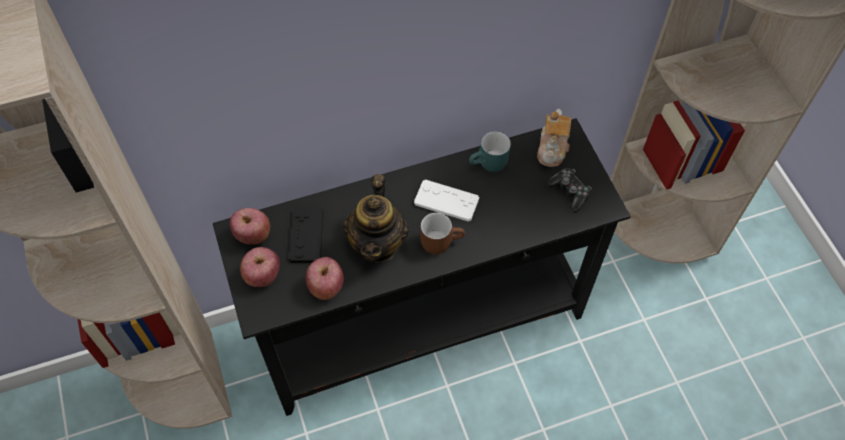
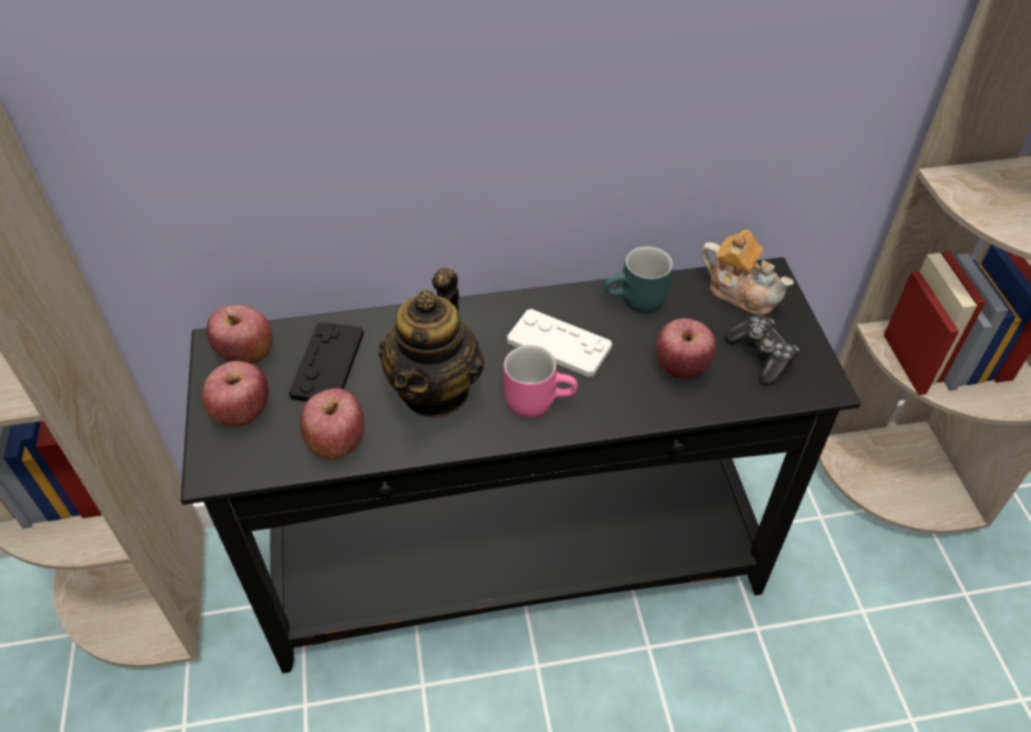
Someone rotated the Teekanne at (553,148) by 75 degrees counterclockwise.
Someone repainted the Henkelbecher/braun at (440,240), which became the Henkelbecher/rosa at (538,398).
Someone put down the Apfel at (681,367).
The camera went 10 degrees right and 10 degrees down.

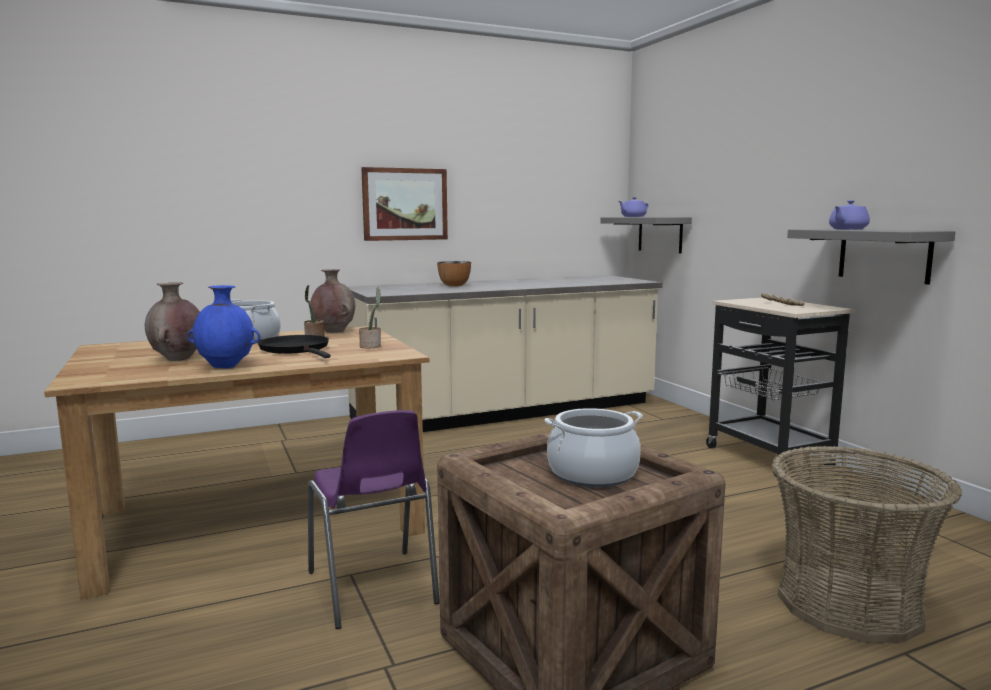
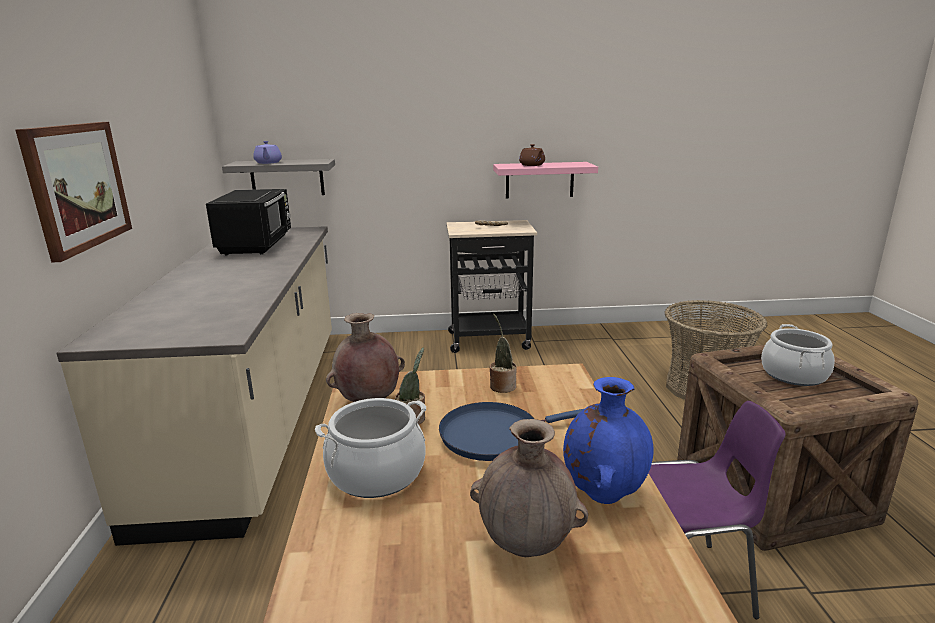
Someone repainted the Teekanne/lila at (847,229), which became the Teekanne/braun at (532,165).
Someone repainted the Wandregal/grau at (884,255), which became the Wandregal/rosa at (539,180).
Someone took away the Schüssel at (454,285).
Someone repainted the Pfanne/schwarz at (296,349), which became the Pfanne/blau at (496,435).
Someone put down the Mikrowelle/schwarz at (257,245).
The camera went 70 degrees left and 10 degrees up.

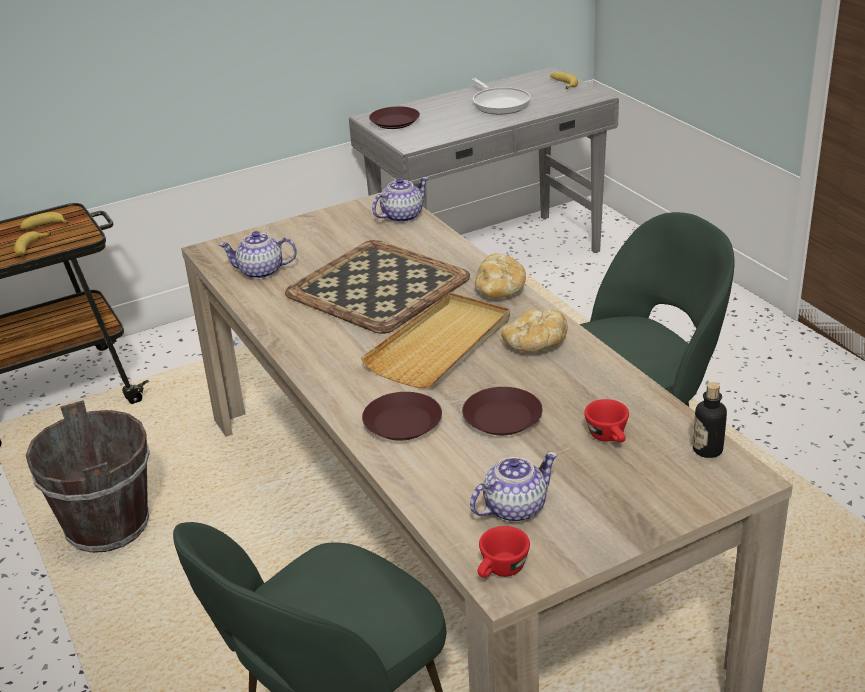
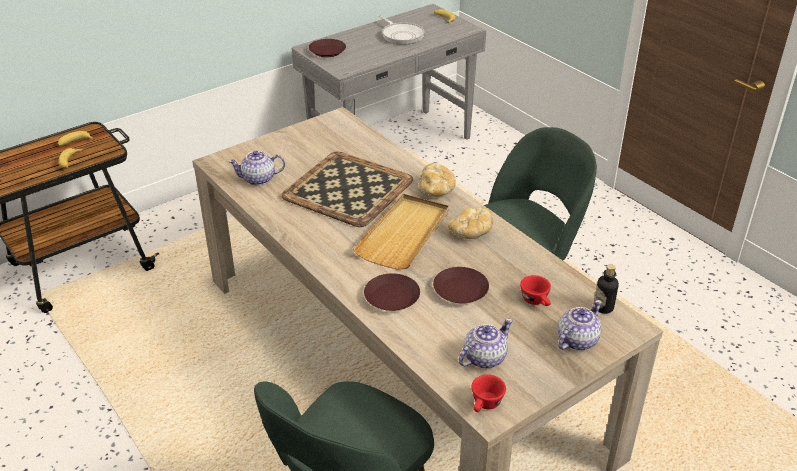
Someone carried the Teekanne from (401,216) to (576,340).
Someone took away the Eimer/braun at (109,527).
The camera went 10 degrees left and 5 degrees up.

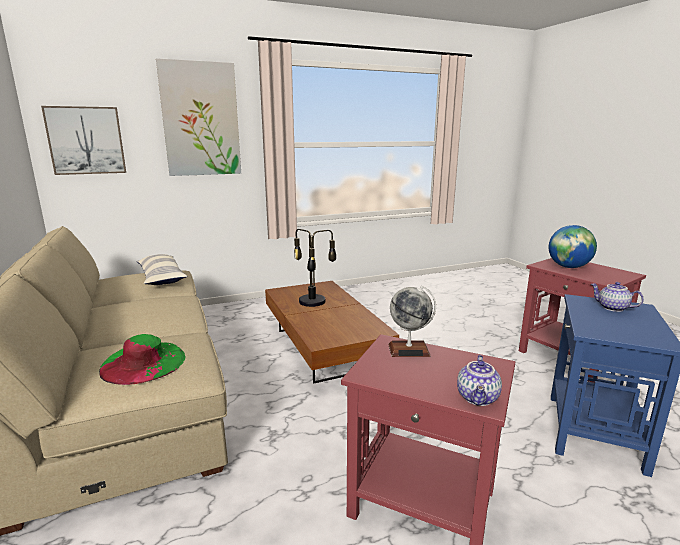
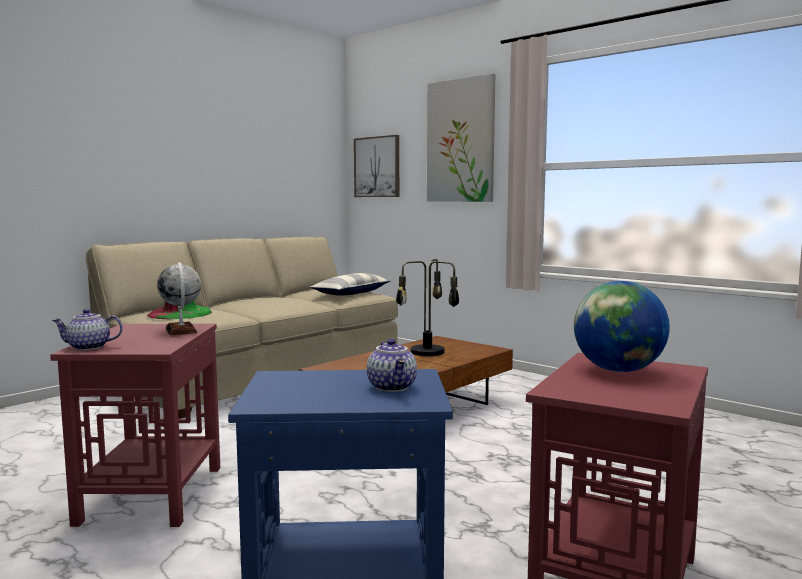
Someone rotated the Teekanne at (612,308) by 150 degrees clockwise.
The camera went 65 degrees right and 10 degrees down.

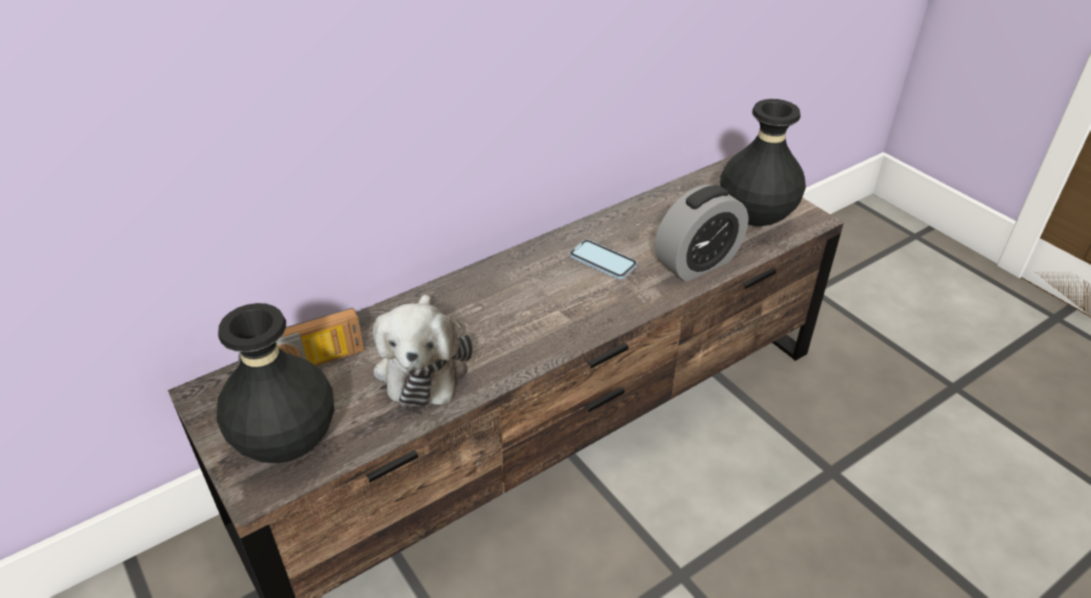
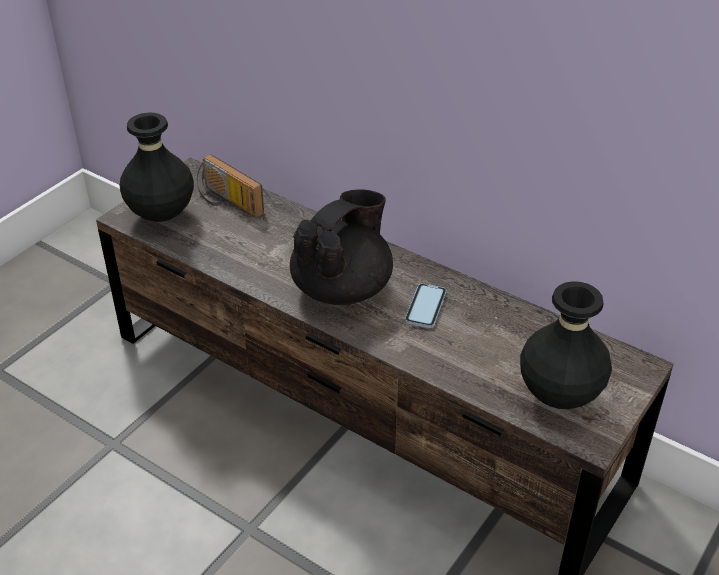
Someone took away the Wecker at (697,263).
Someone took away the Plüschtier at (422,366).
Someone put down the Teekanne/schwarz at (343,288).
The camera went 70 degrees right and 0 degrees up.

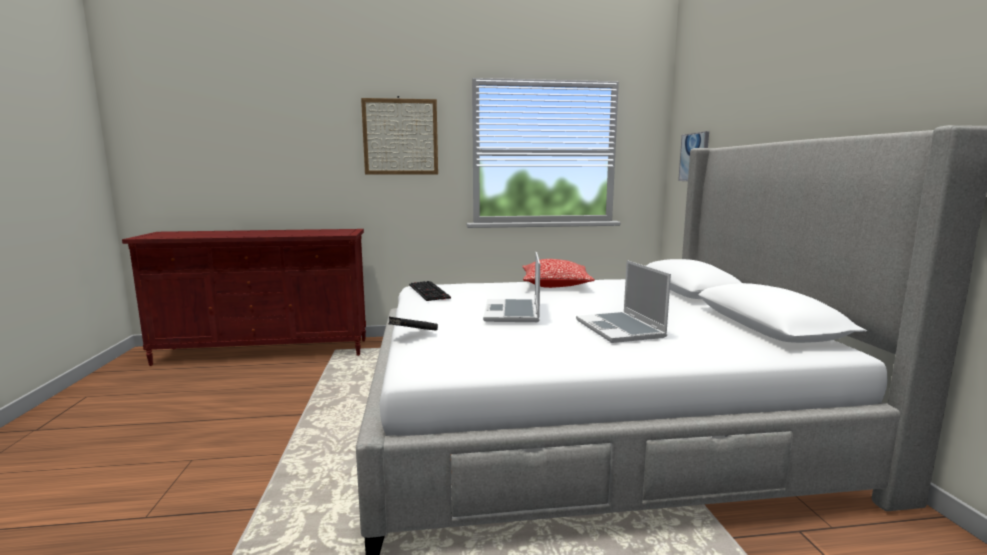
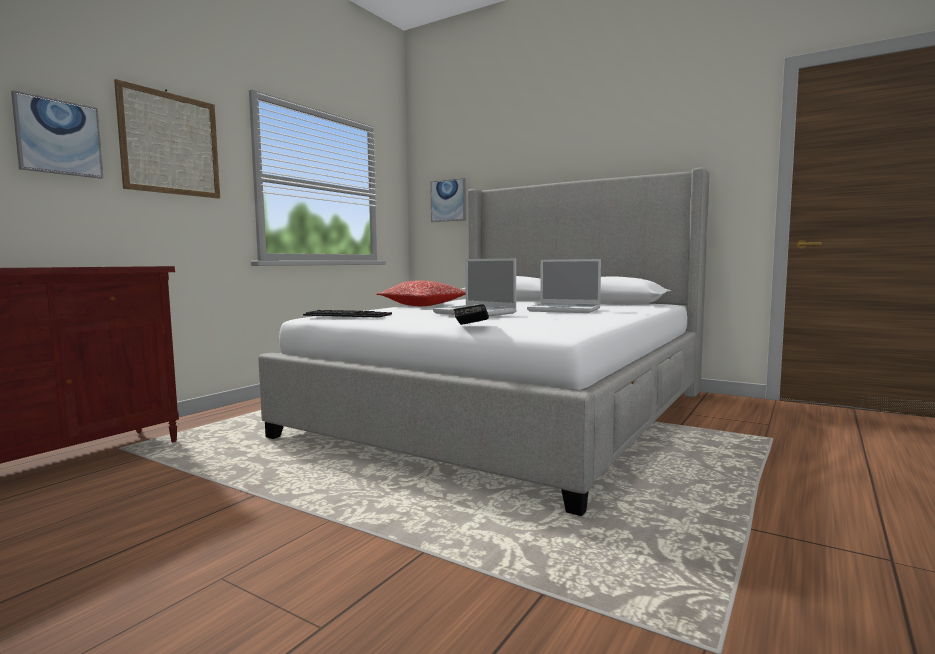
Someone put up the Bild at (58,137).
The camera went 50 degrees left and 5 degrees down.

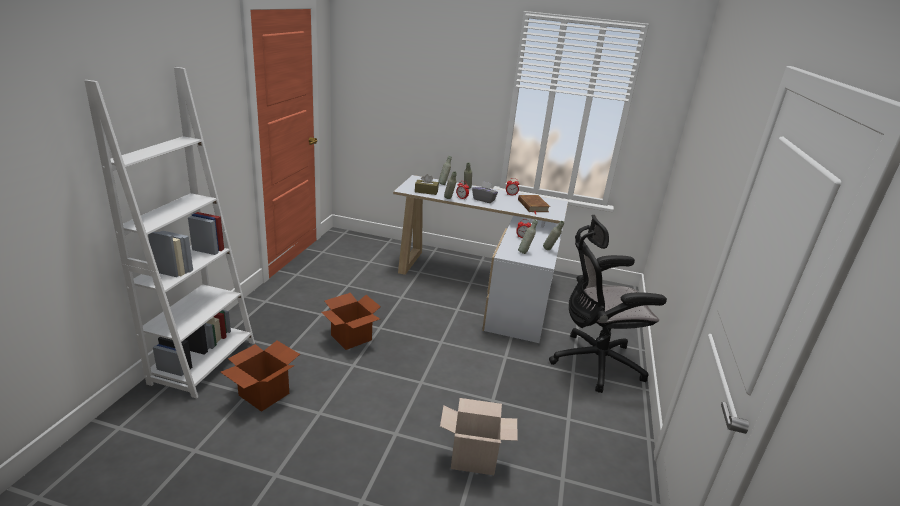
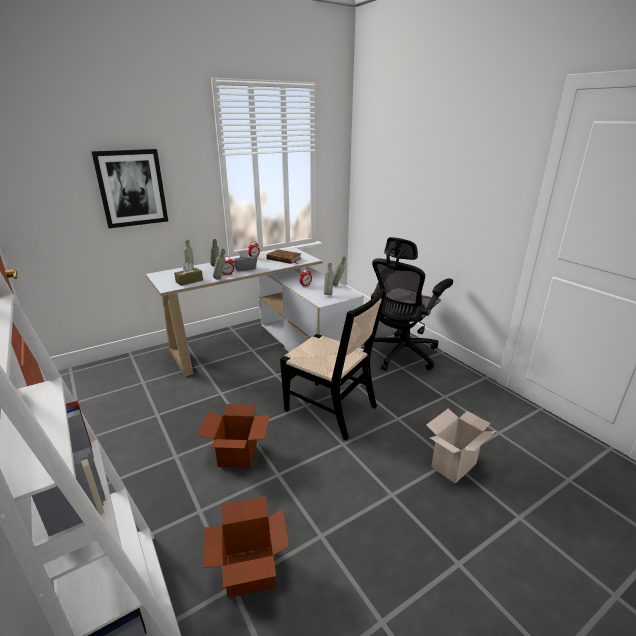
Someone put up the Bild at (132,188).
Someone put down the Stuhl at (330,409).
The camera went 45 degrees left and 0 degrees up.

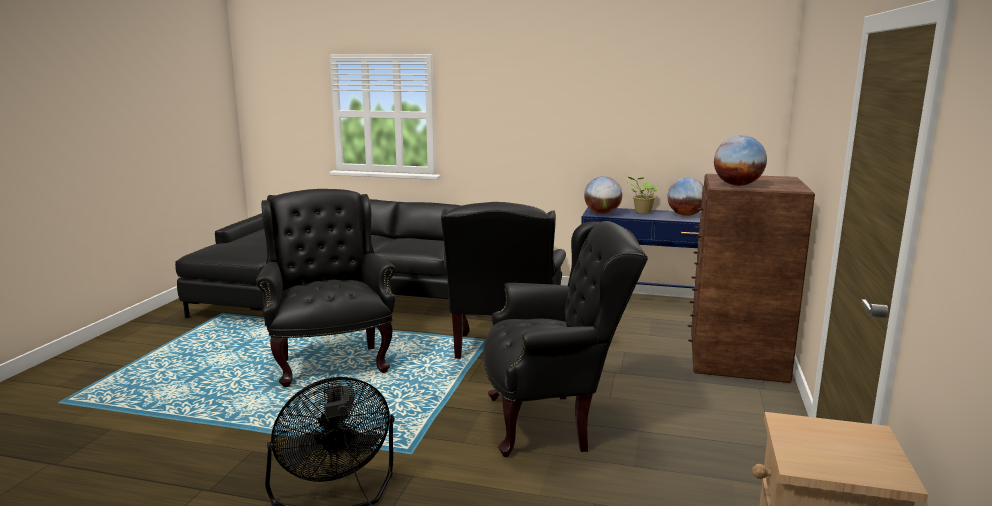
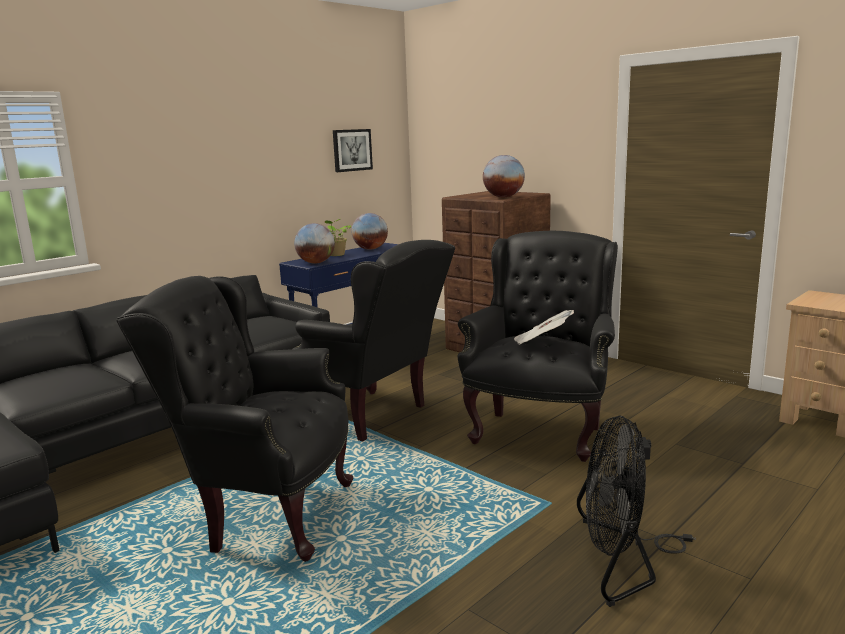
Someone put up the Bild at (352,150).
Someone put down the Zeitung at (541,342).
The camera went 60 degrees left and 0 degrees up.

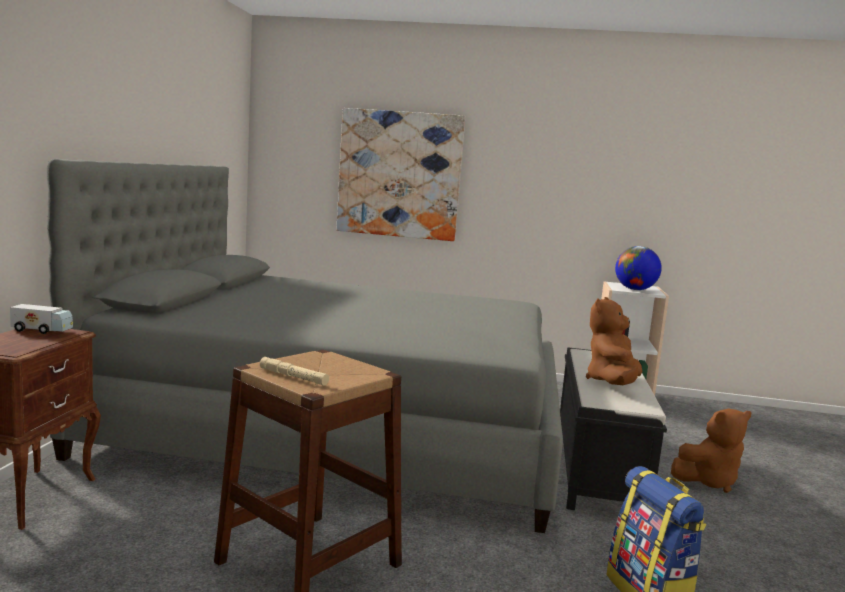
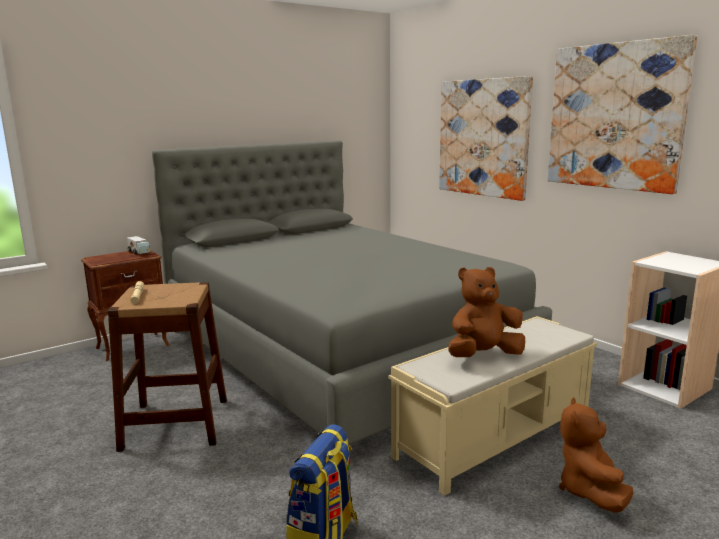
Someone took away the Globus at (635,289).
Someone repainted the Bank/schwarz at (597,464), which became the Bank/beige at (495,435).
Someone rotated the Plüschtier/braun at (708,481) by 75 degrees clockwise.
Someone put up the Bild at (615,117).
The camera went 45 degrees right and 5 degrees up.

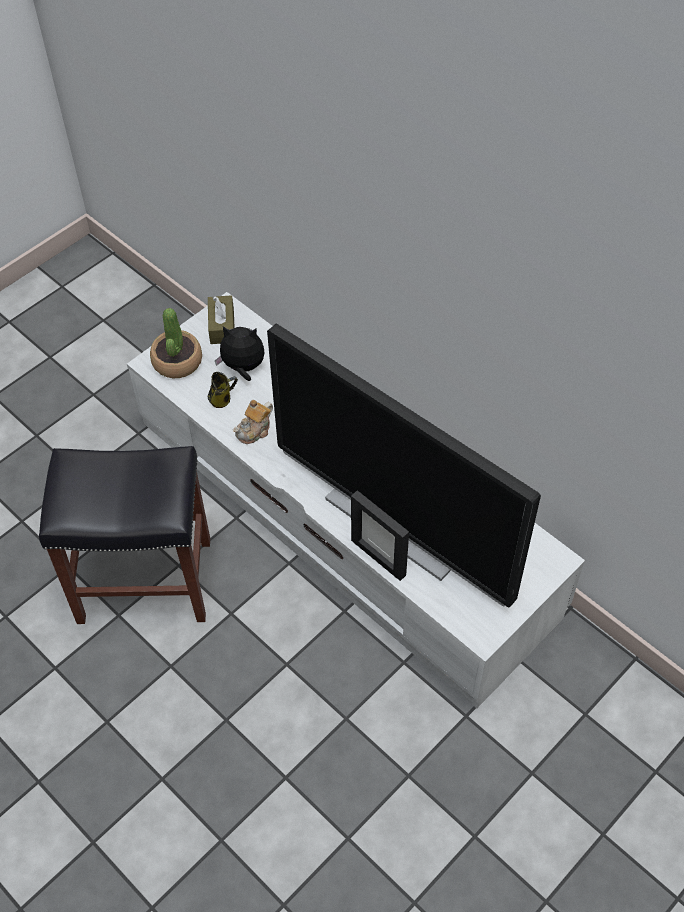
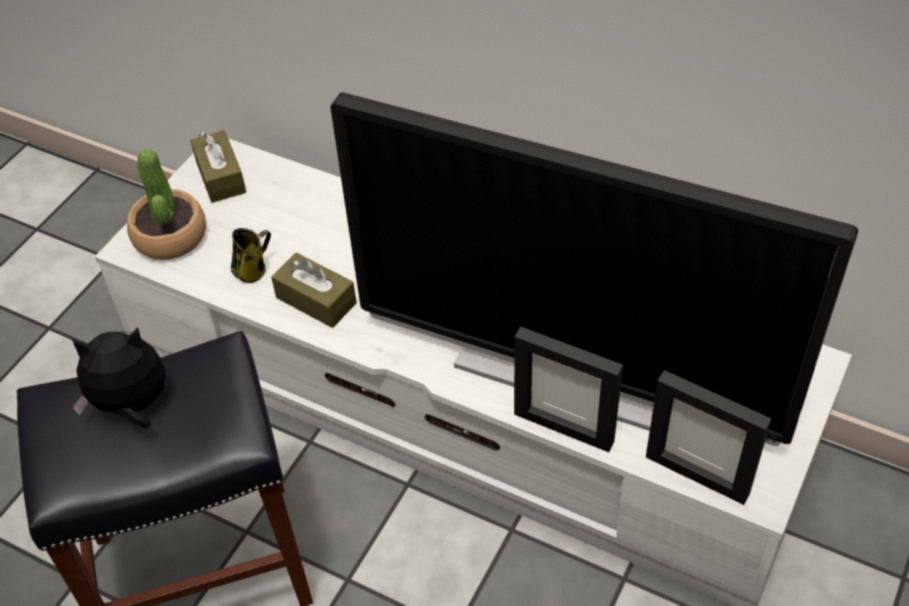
Someone carried the Plüschtier from (243,368) to (132,405).
Someone swapped the Teekanne at (255,431) for the Taschentuchbox/braun at (316,300).
Someone put down the Bilderrahmen at (697,473).
The camera went 15 degrees left and 5 degrees down.

